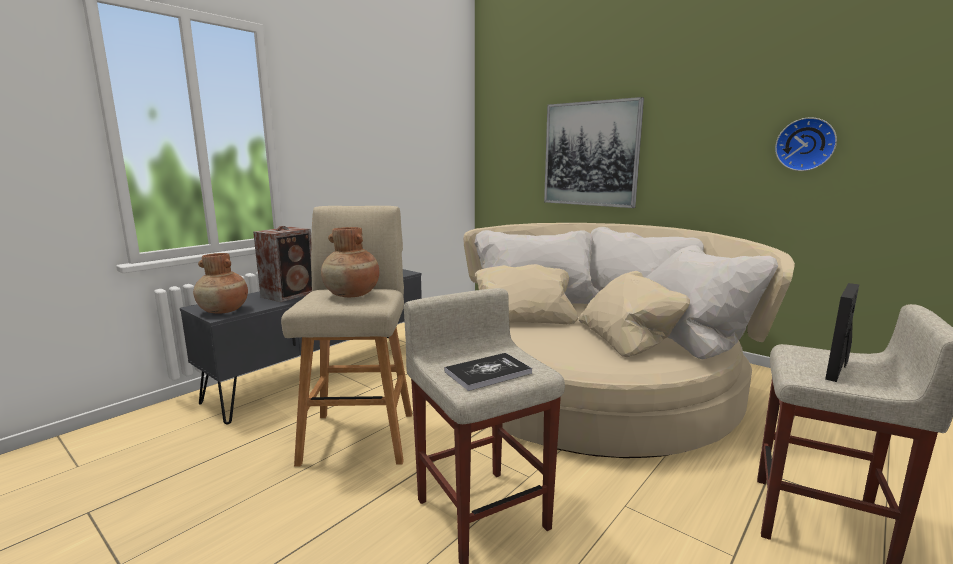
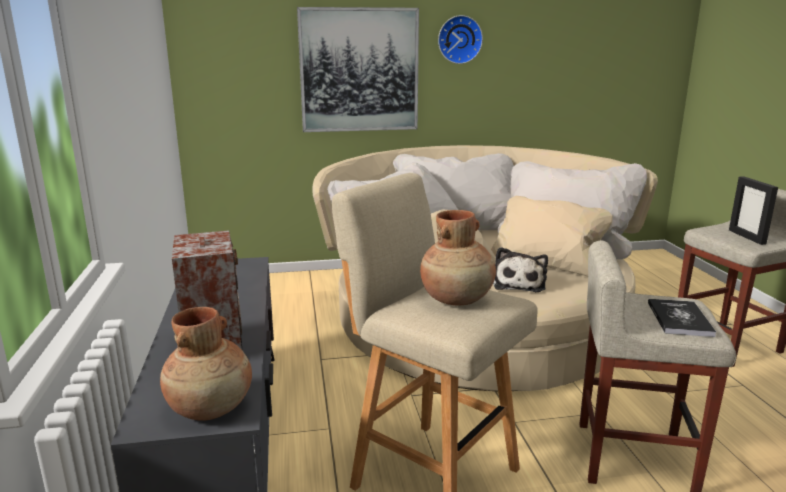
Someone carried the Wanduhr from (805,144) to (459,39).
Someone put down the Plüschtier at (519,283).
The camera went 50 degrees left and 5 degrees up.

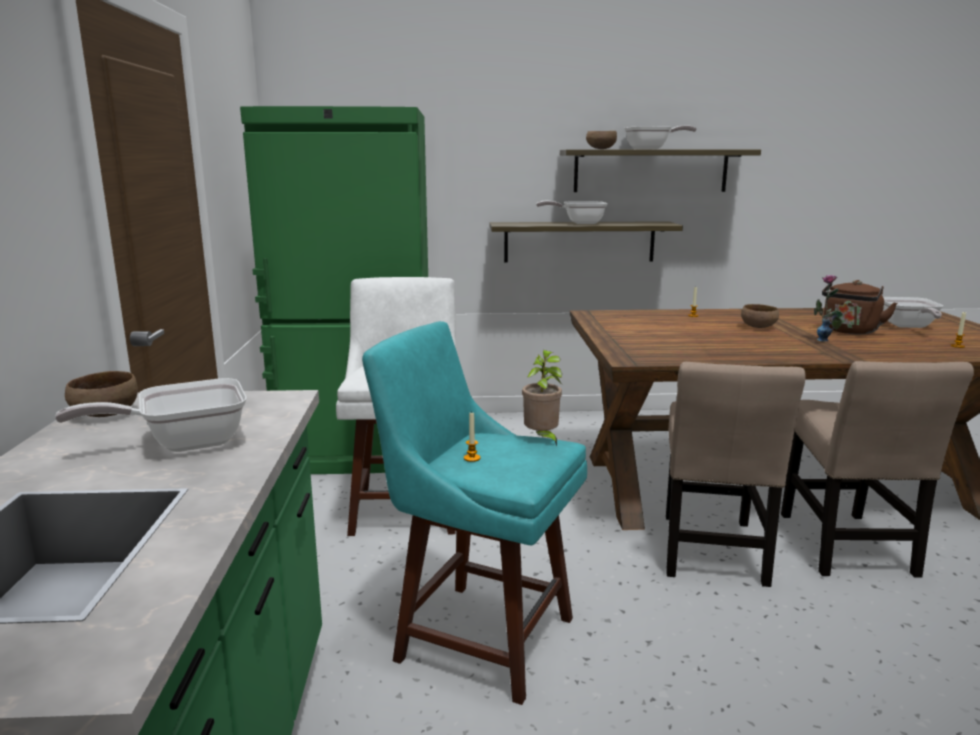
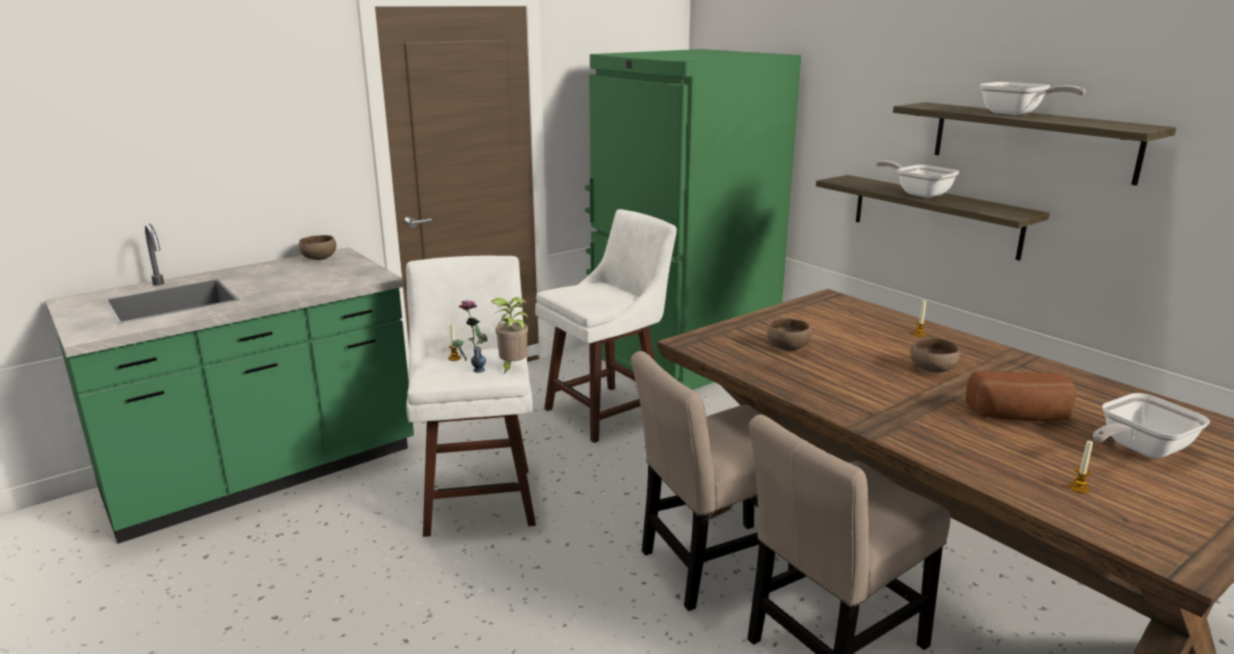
Someone carried the Schüssel/braun from (600,149) to (786,347).
Someone carried the Vase from (824,342) to (470,372).
Someone swapped the Wasserkessel/braun at (850,331) for the Brot at (1020,417).
Someone repainted the Hocker/türkis at (479,636), which became the Hocker/weiß at (479,497).
Someone took away the Pfanne at (183,443).
The camera went 55 degrees right and 5 degrees up.

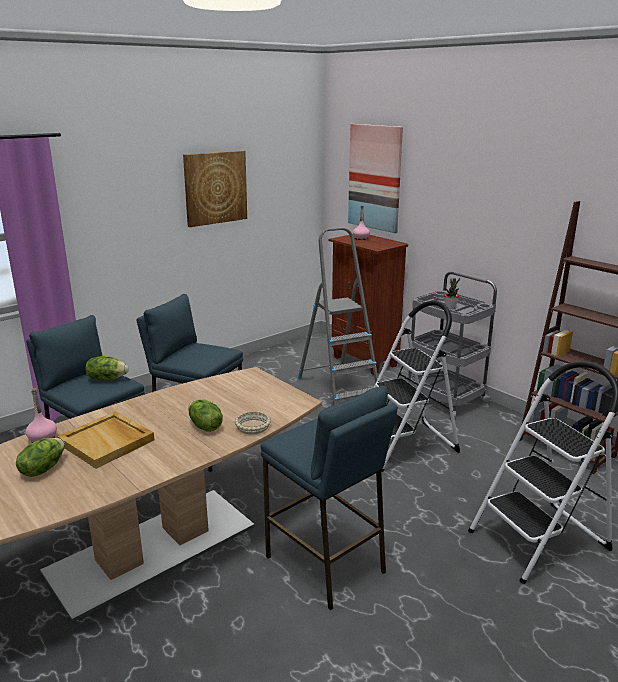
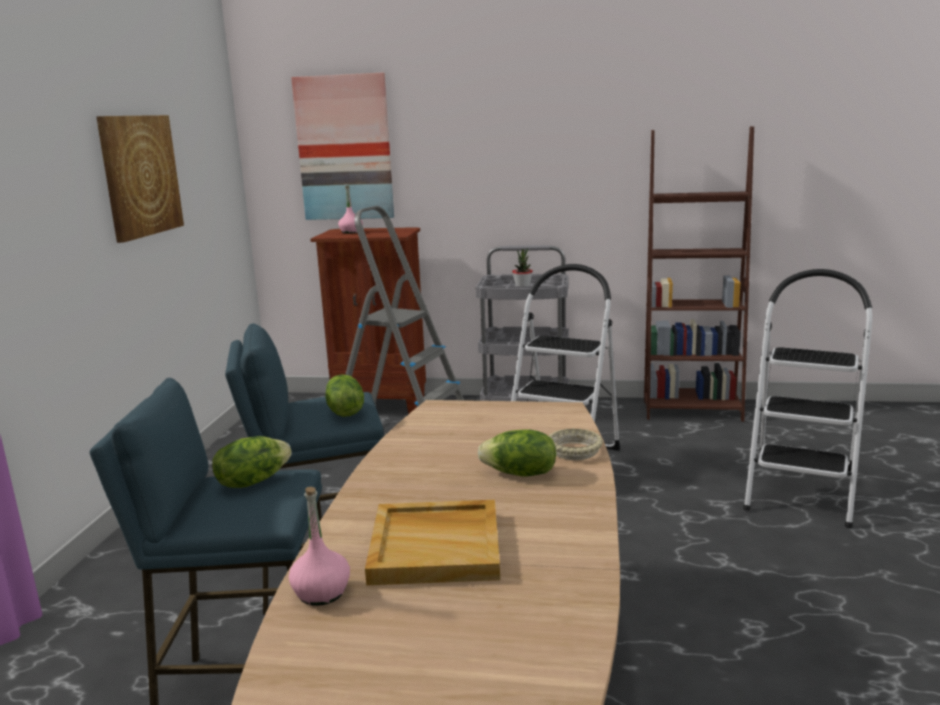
Someone took away the Hocker/blau at (325,564).
Someone carried the Salatkopf from (43,469) to (344,412).
The camera went 40 degrees left and 5 degrees down.

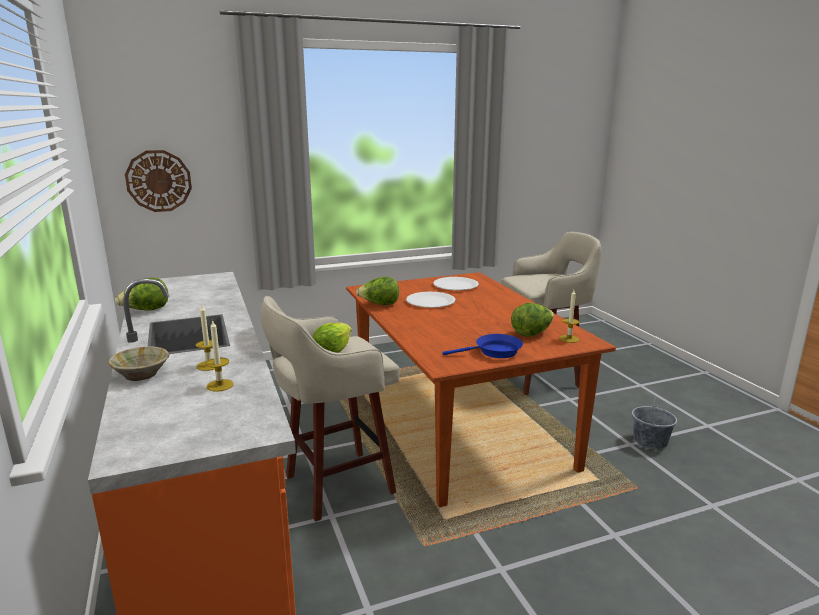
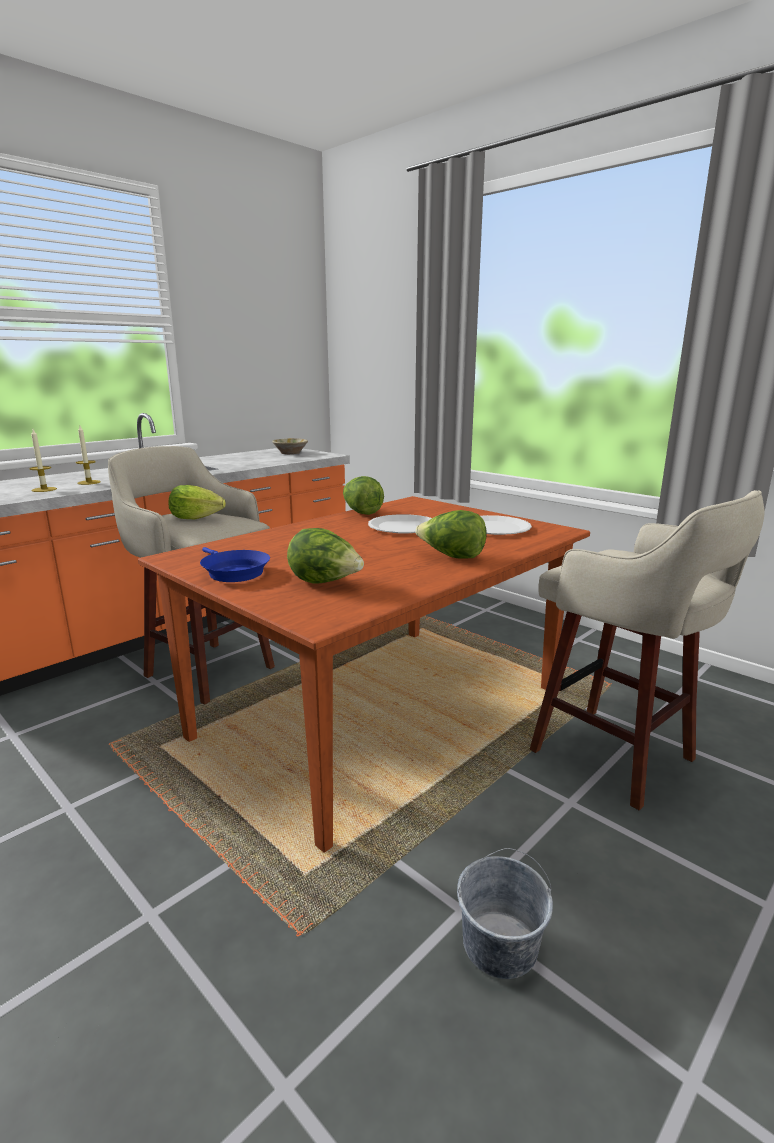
Someone took away the Wanduhr at (159,181).
Someone carried the Salatkopf from (146,311) to (452,557).
Someone took away the Kerze at (569,339).
Someone carried the Schüssel/beige from (142,374) to (290,453).
The camera went 65 degrees right and 0 degrees up.

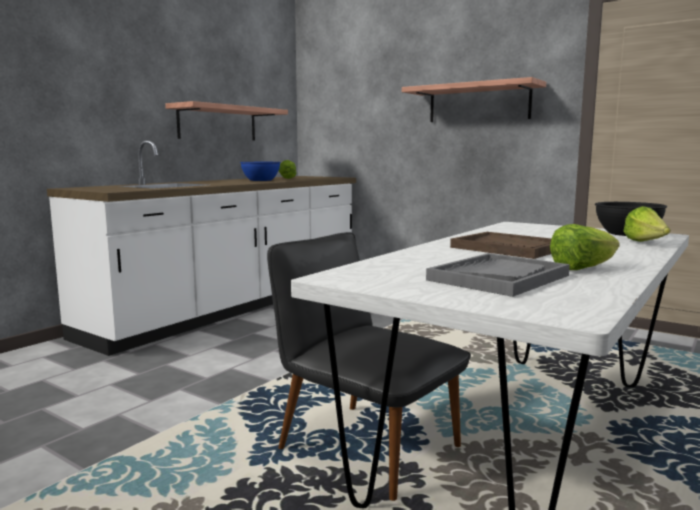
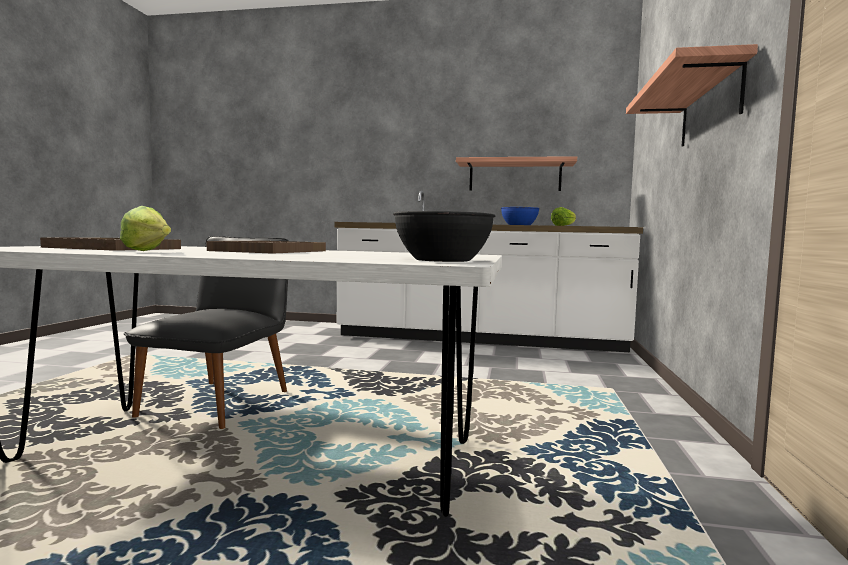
Someone took away the Salatkopf at (646,243).
Someone repainted the Tablett/grau at (498,277), which became the Tablett/braun at (114,248).
The camera went 65 degrees right and 5 degrees down.

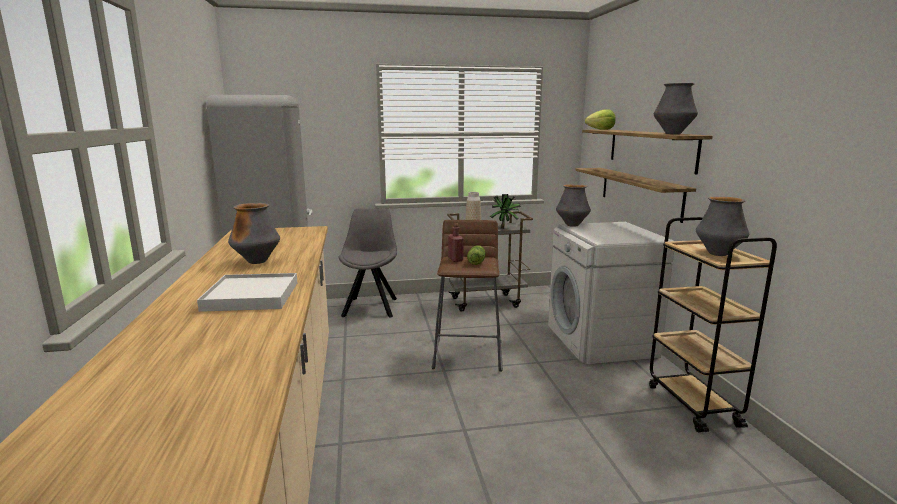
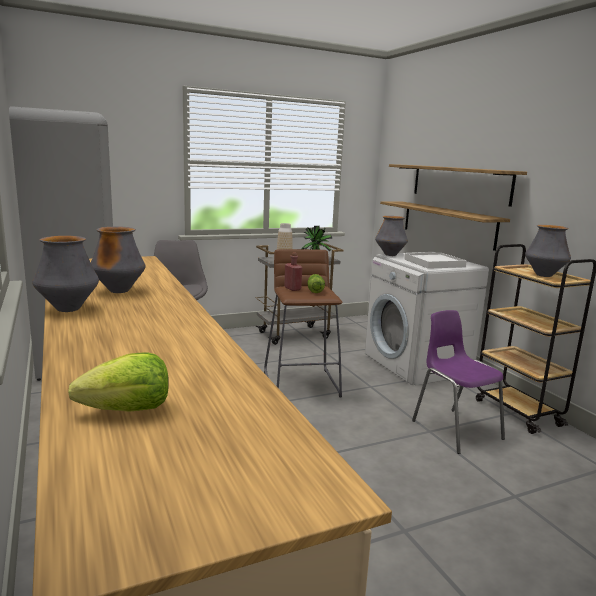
Someone carried the Vase from (672,134) to (68,309).
Someone carried the Salatkopf from (601,129) to (128,410).
Someone carried the Tablett/weiß from (251,296) to (434,263).
Someone put down the Stuhl/lila at (454,429).
The camera went 15 degrees left and 0 degrees up.

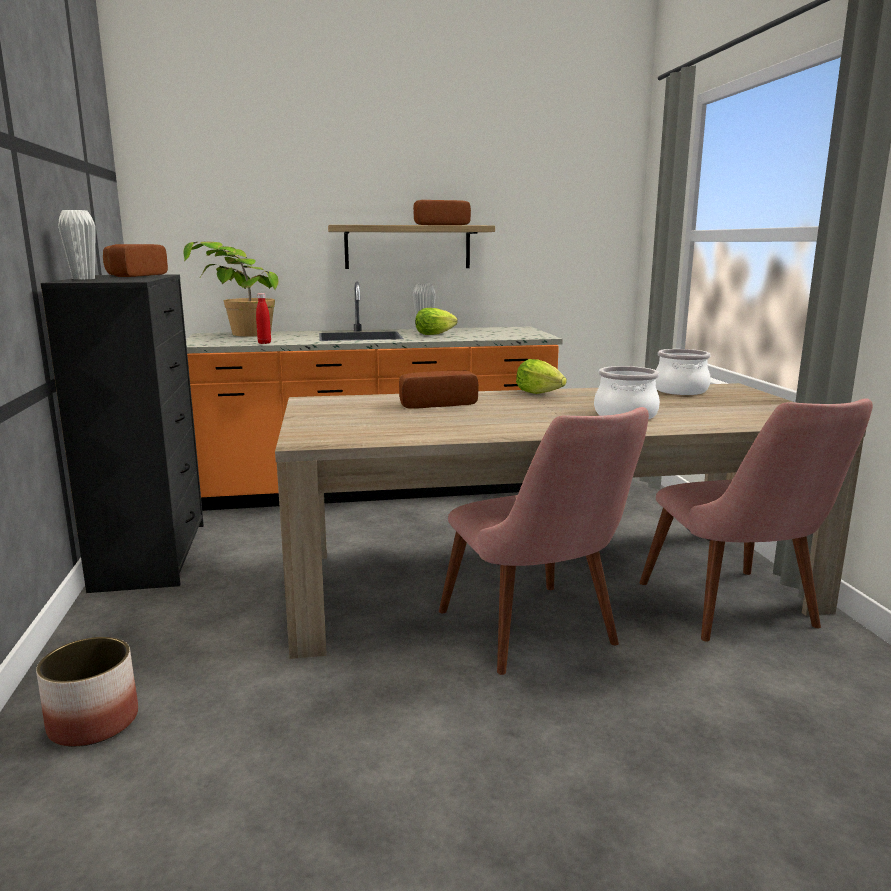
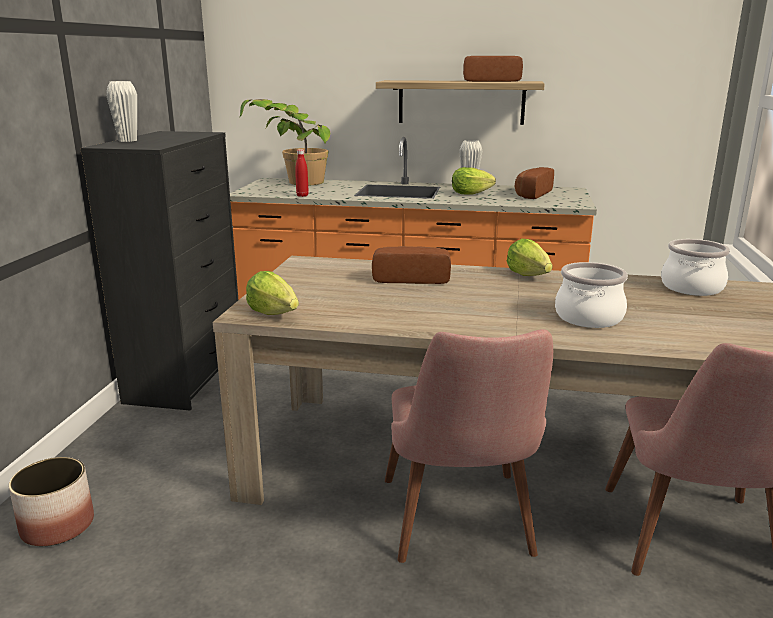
Someone carried the Brot from (133,275) to (531,194).
Someone put down the Salatkopf at (273,313).
The camera went 20 degrees right and 5 degrees up.

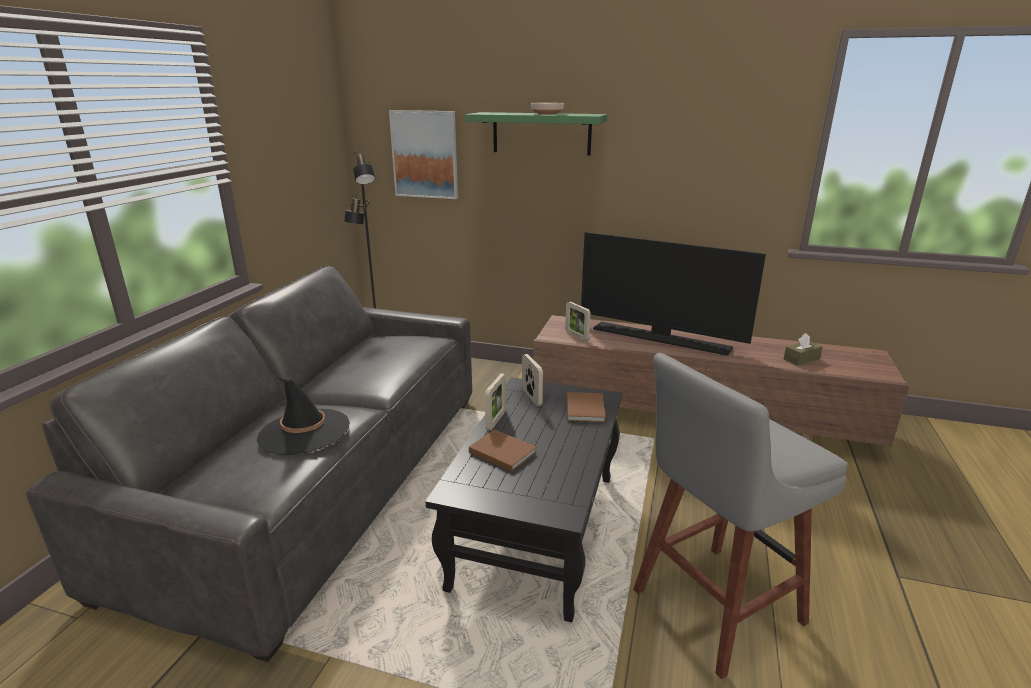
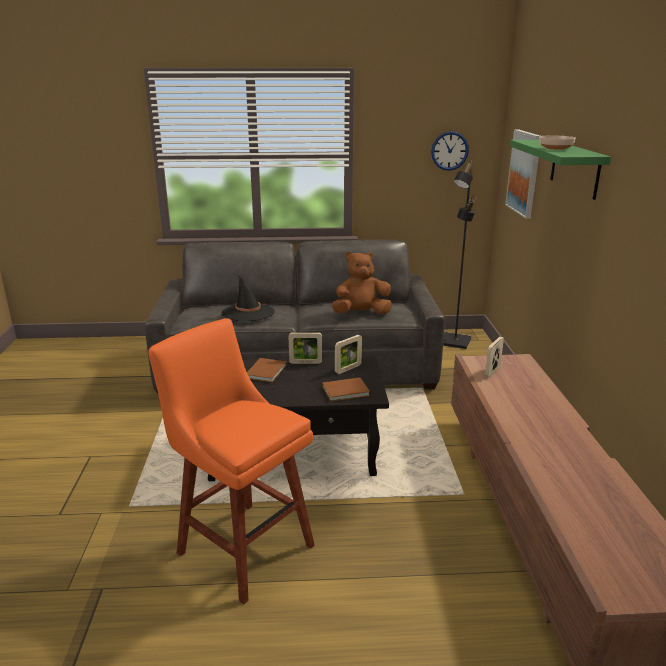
Someone took away the Fernseher at (661,338).
Someone took away the Taschentuchbox/braun at (801,359).
Someone repainted the Hocker/grau at (713,607), which became the Hocker/orange at (244,547).
Someone put up the Wanduhr at (449,151).
Someone put down the Plüschtier/braun at (361,313).
The camera went 70 degrees right and 0 degrees up.

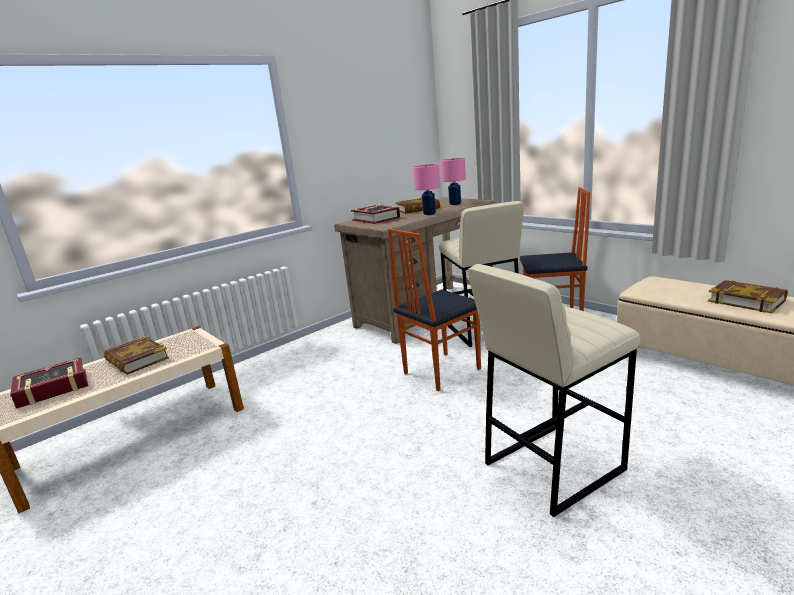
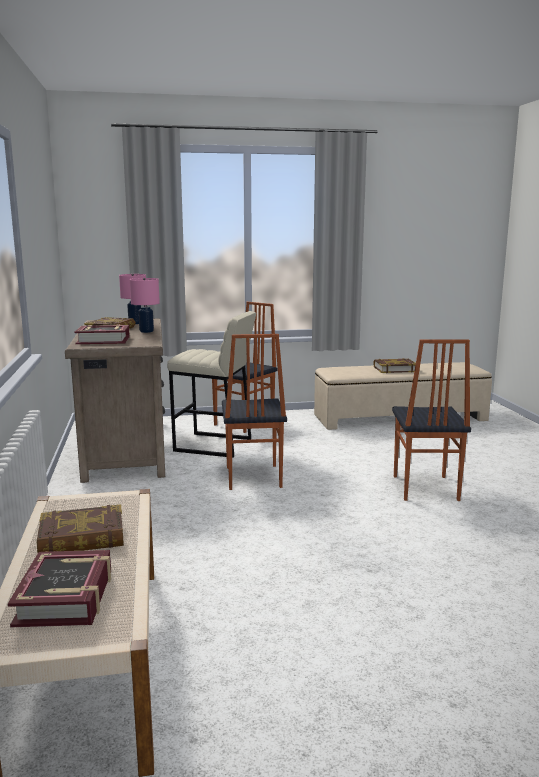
Someone swapped the Hocker/beige at (551,468) for the Stuhl at (424,488).
The camera went 60 degrees left and 5 degrees down.

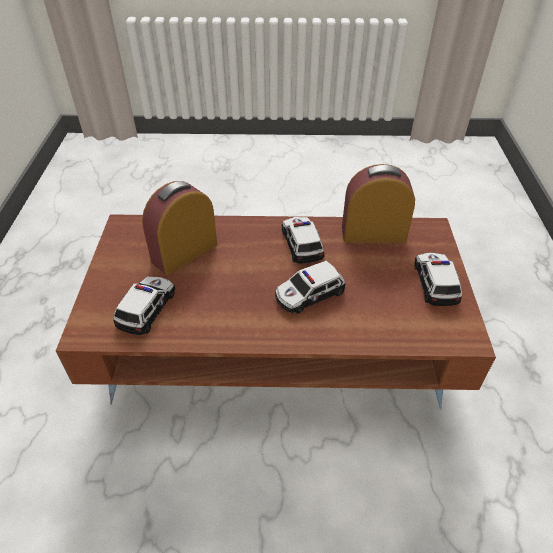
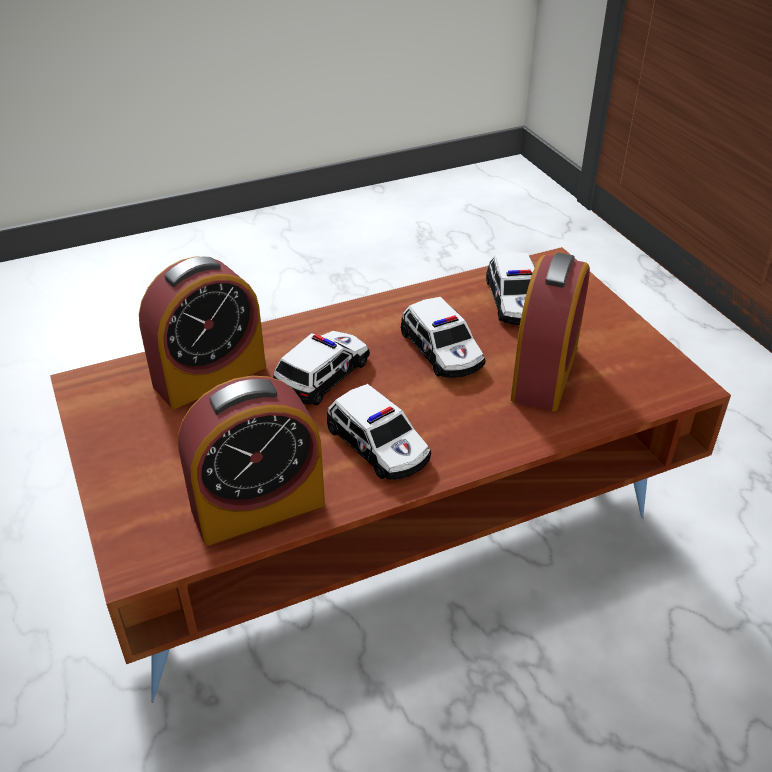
Someone carried the Spielzeugauto from (435,282) to (442,350).
Someone put down the Wecker at (210,376).
The camera went 155 degrees right and 5 degrees down.

